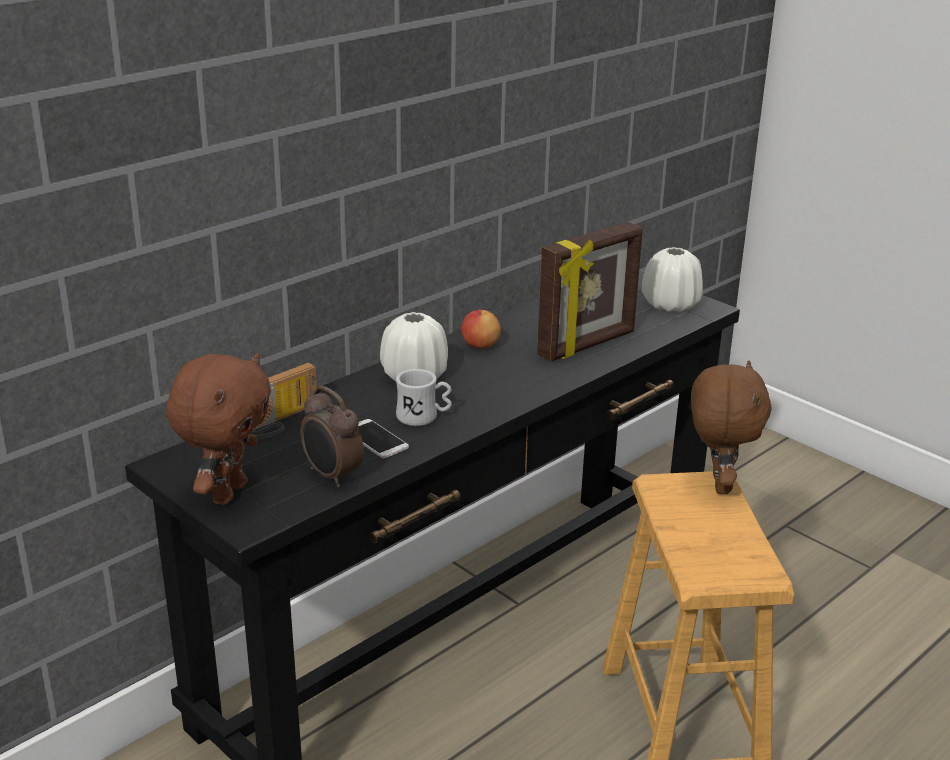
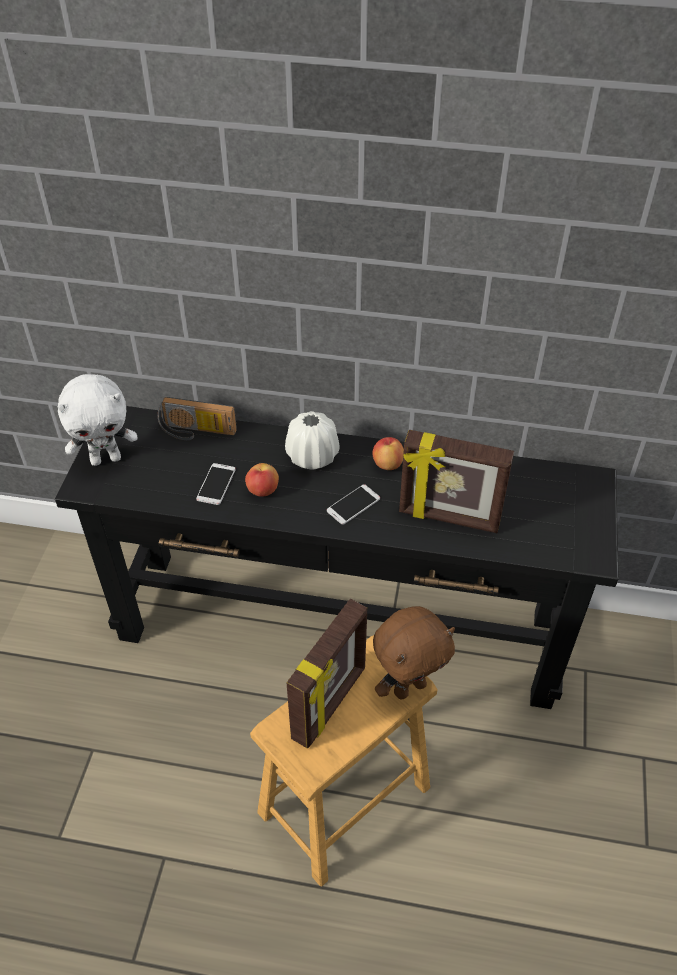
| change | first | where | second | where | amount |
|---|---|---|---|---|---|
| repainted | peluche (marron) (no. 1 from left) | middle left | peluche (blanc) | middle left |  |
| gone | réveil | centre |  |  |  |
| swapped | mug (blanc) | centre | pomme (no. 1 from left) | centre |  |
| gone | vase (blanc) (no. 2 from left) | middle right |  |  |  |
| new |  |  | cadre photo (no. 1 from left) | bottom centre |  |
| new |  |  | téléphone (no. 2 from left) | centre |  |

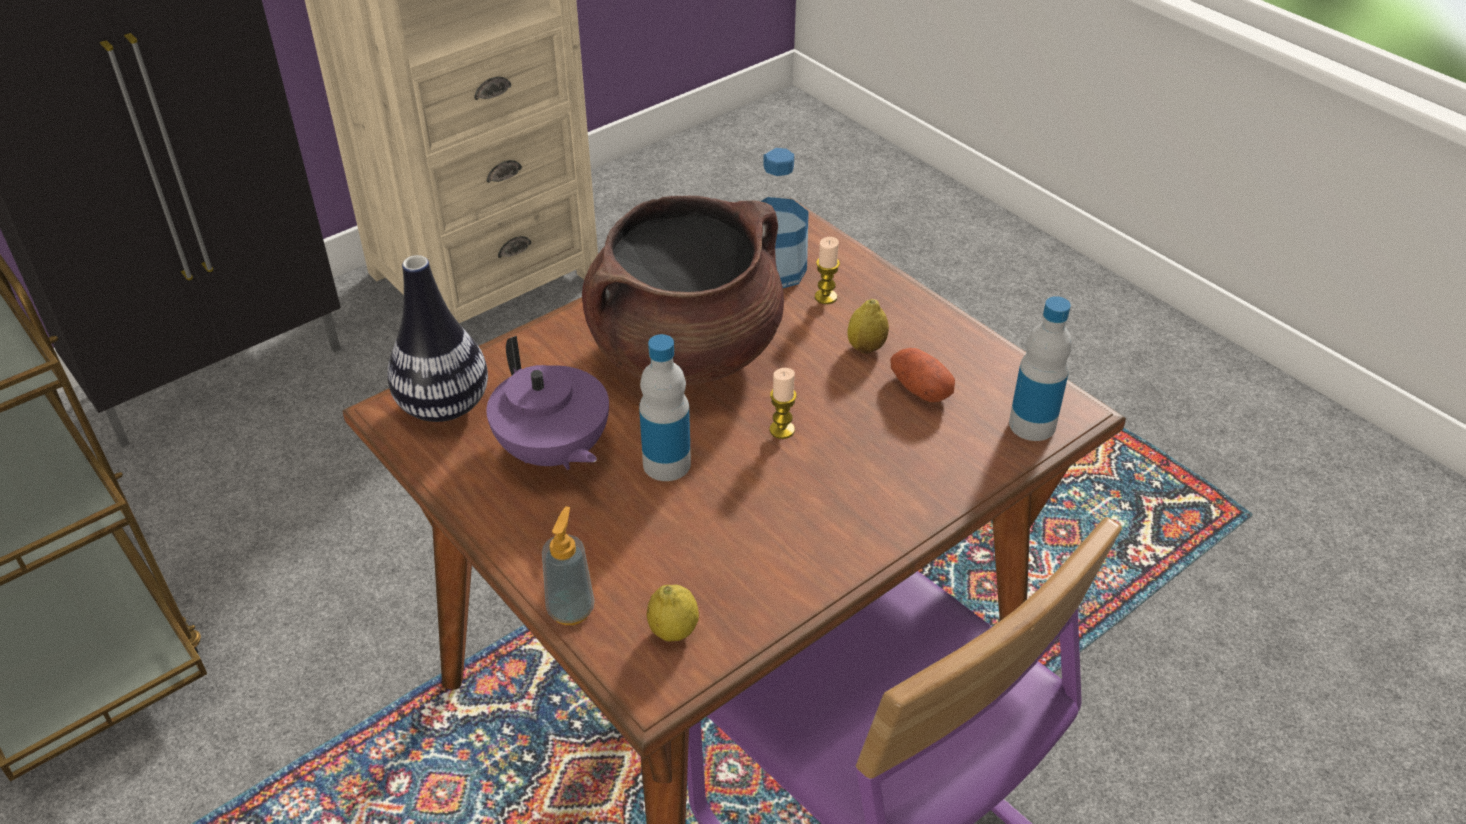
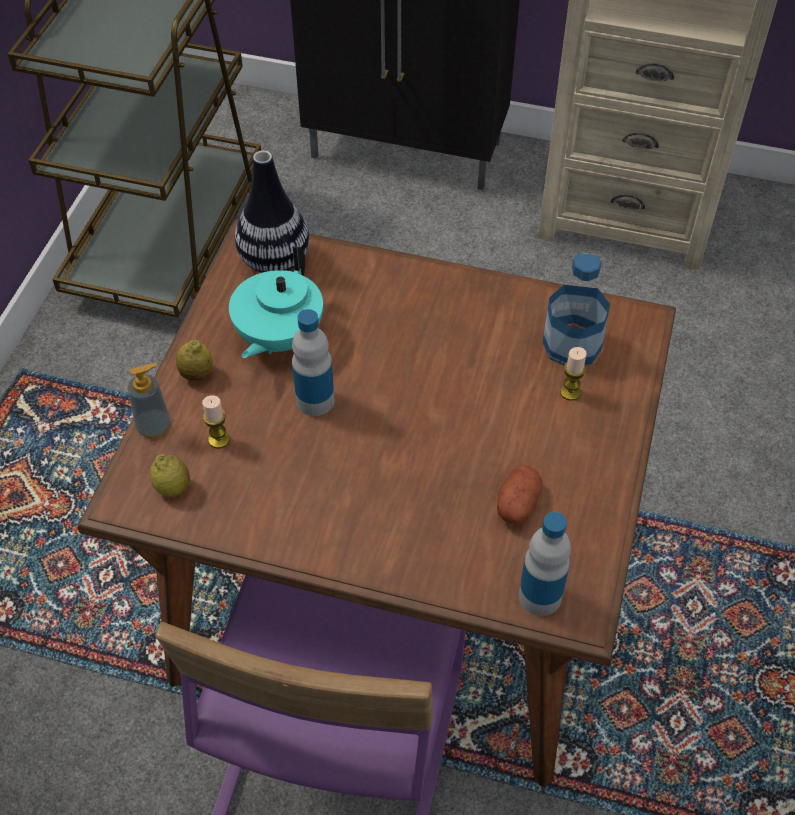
| change | first | where | second | where | amount |
|---|---|---|---|---|---|
| repainted | théière (violet) | centre | théière (turquoise) | centre |  |
| gone | marmite (marron) | centre |  |  |  |
| shifted | bougie (no. 1 from left) | centre |  | middle left |  |
| shifted | citron (no. 2 from left) | centre |  | middle left |  |

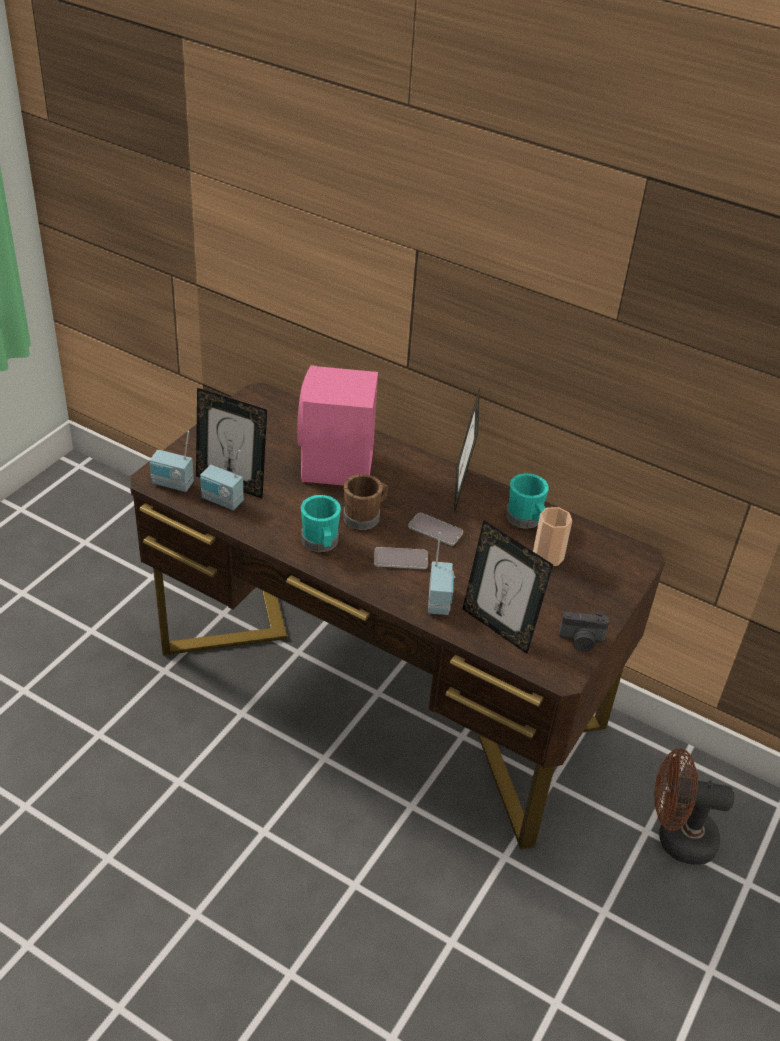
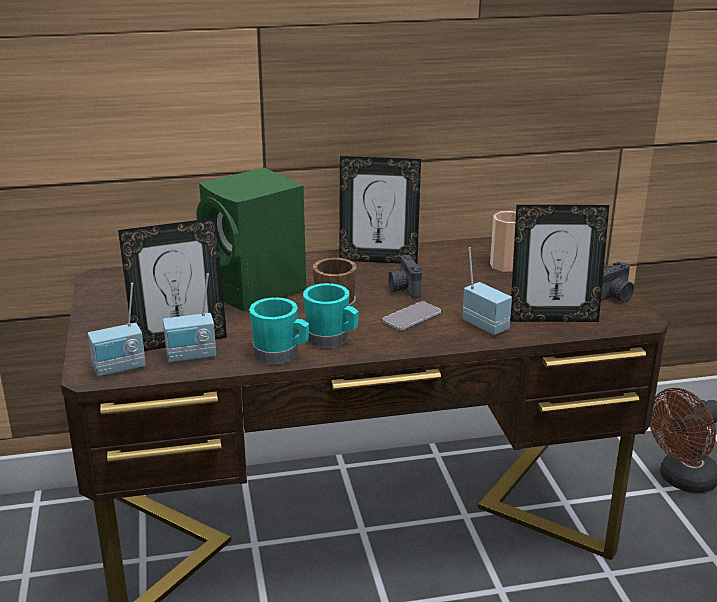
| change | first | where | second | where | amount |
|---|---|---|---|---|---|
| repainted | enceinte (rose) | centre | enceinte (vert) | centre |  |
| swapped | téléphone (no. 2 from left) | centre | appareil photo (no. 1 from left) | centre |  |
| rotated | cadre photo (no. 2 from left) | centre |  | centre | 45 degrees counterclockwise |
| shifted | mug (turquoise) (no. 2 from left in the first image) | middle right | mug (turquoise) (no. 1 from left) | centre |  |

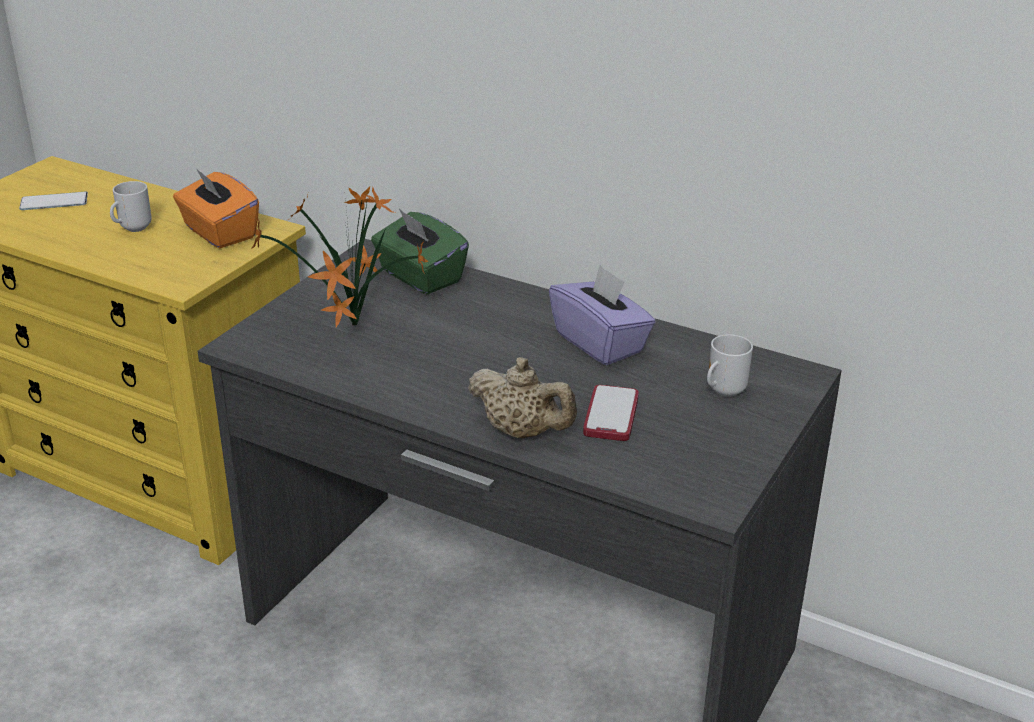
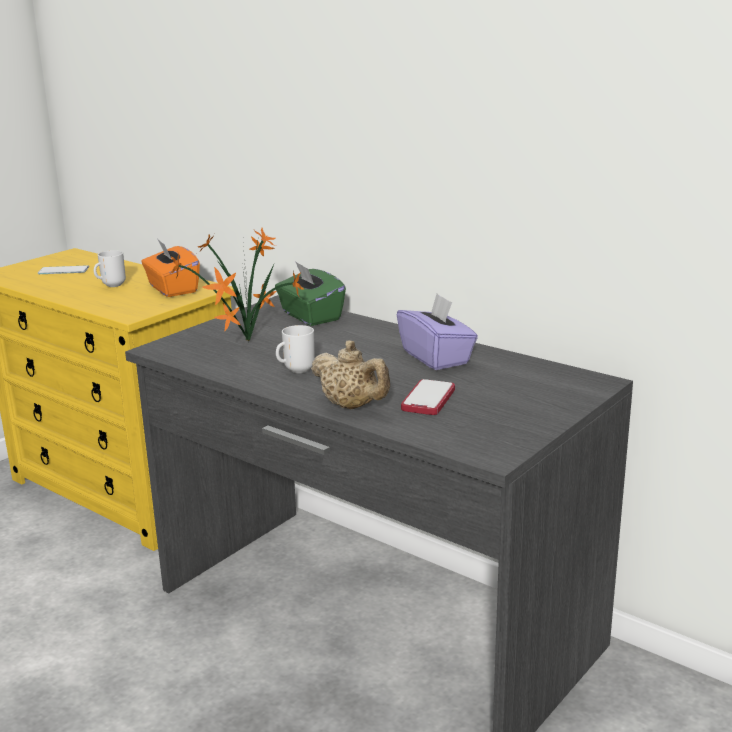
| change | first | where | second | where | amount |
|---|---|---|---|---|---|
| shifted | mug (no. 2 from left) | middle right |  | centre |  |

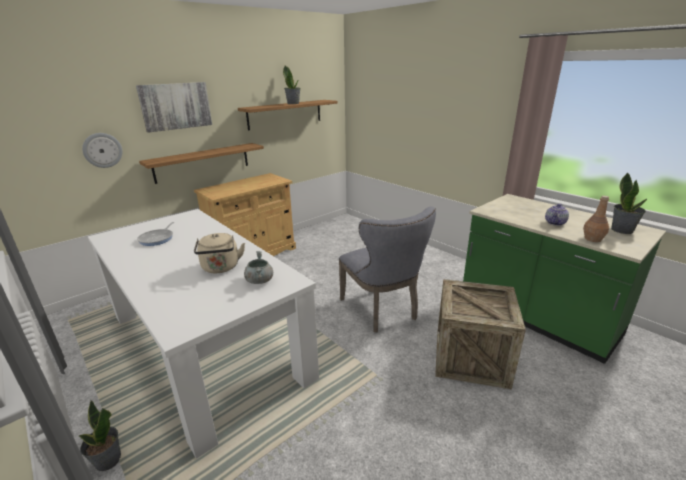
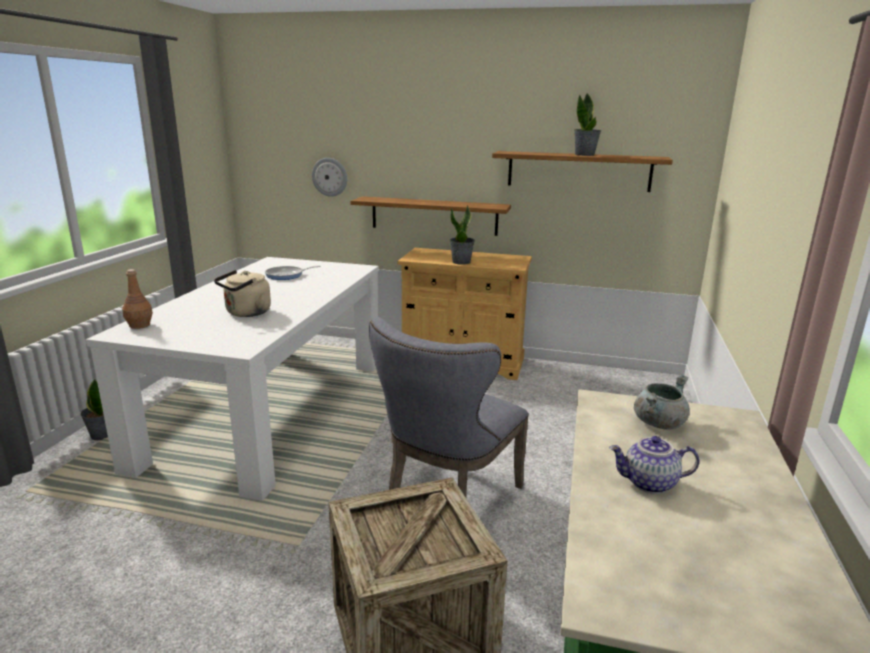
| change | first | where | second | where | amount |
|---|---|---|---|---|---|
| gone | tableau | top left |  |  |  |
| shifted | marmite (gris) | centre |  | middle right |  |
| shifted | bouteille (marron) | middle right |  | middle left |  |
| shifted | plante en pot (no. 3 from left in the first image) | middle right | plante en pot (no. 2 from left) | centre |  |

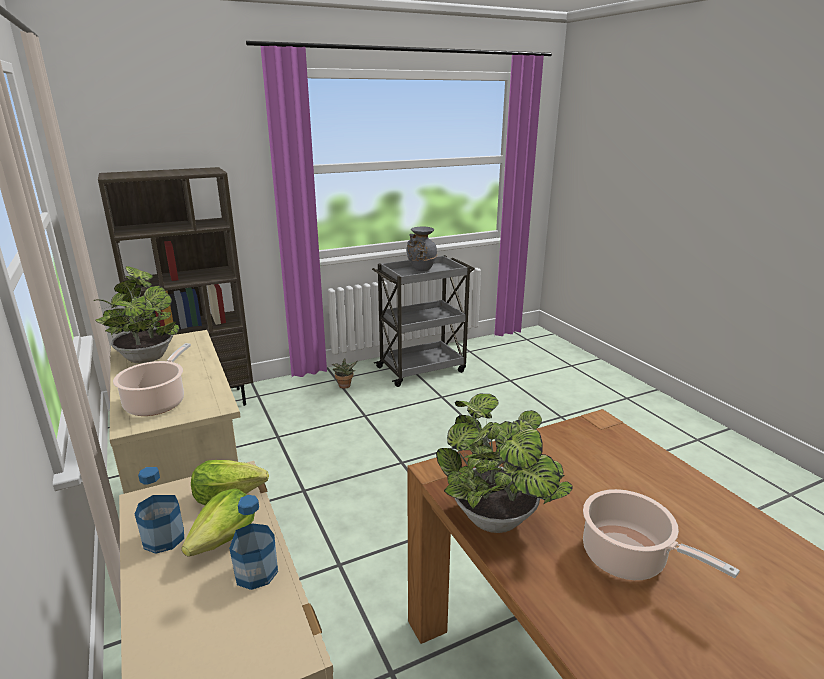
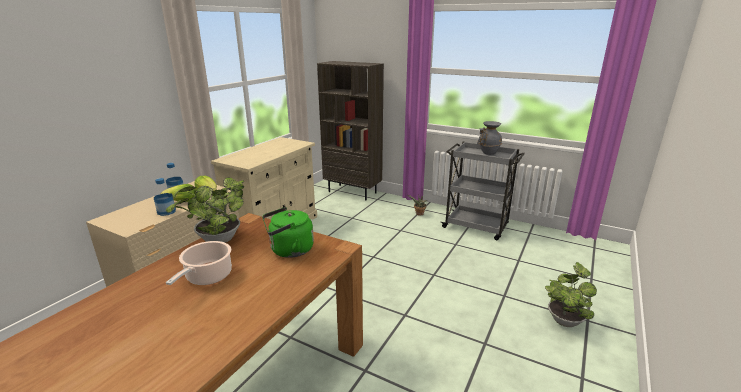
| change | first | where | second | where | amount |
|---|---|---|---|---|---|
| shifted | plante en pot (no. 1 from left in the first image) | middle left | plante en pot (no. 3 from left) | bottom right |  |
| gone | marmite (no. 1 from left) | middle left |  |  |  |
| new |  |  | bouilloire (vert) | centre |  |

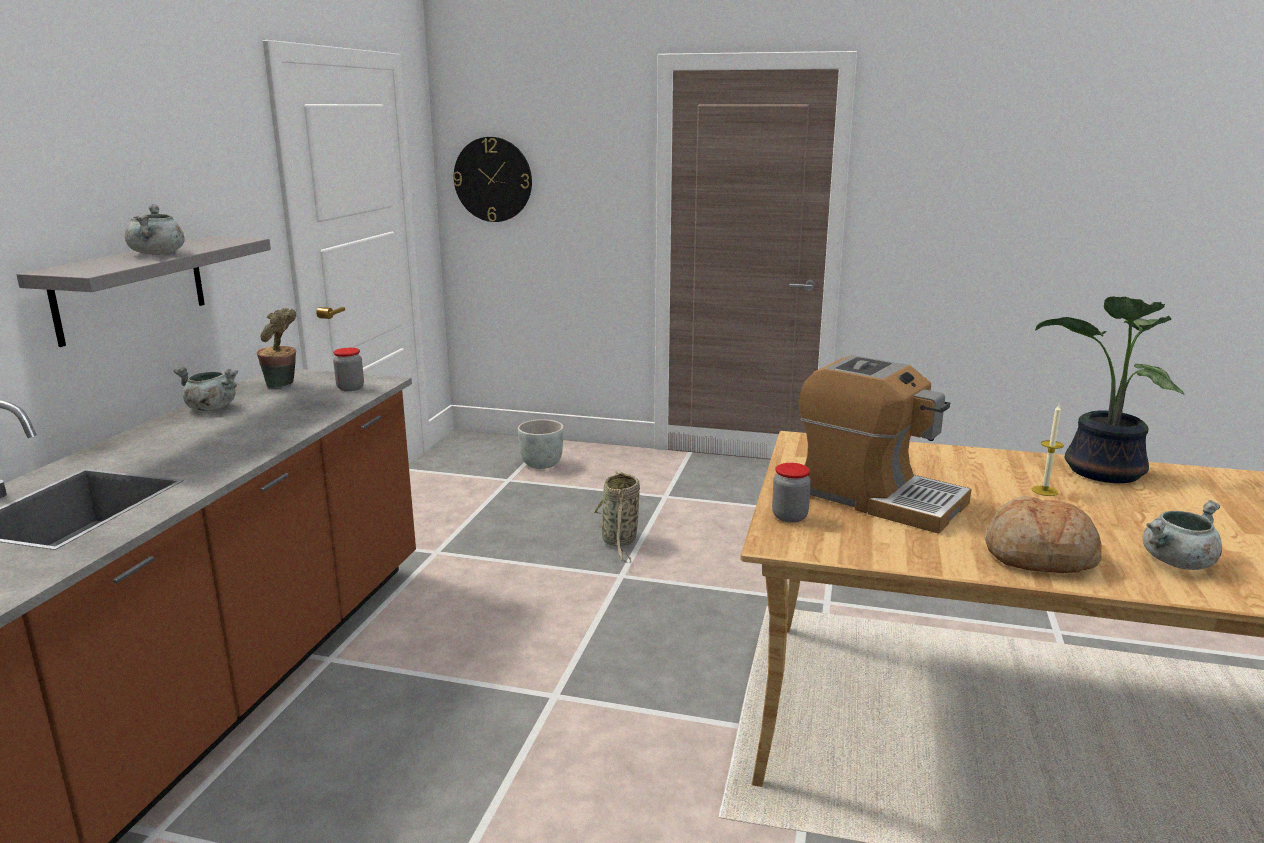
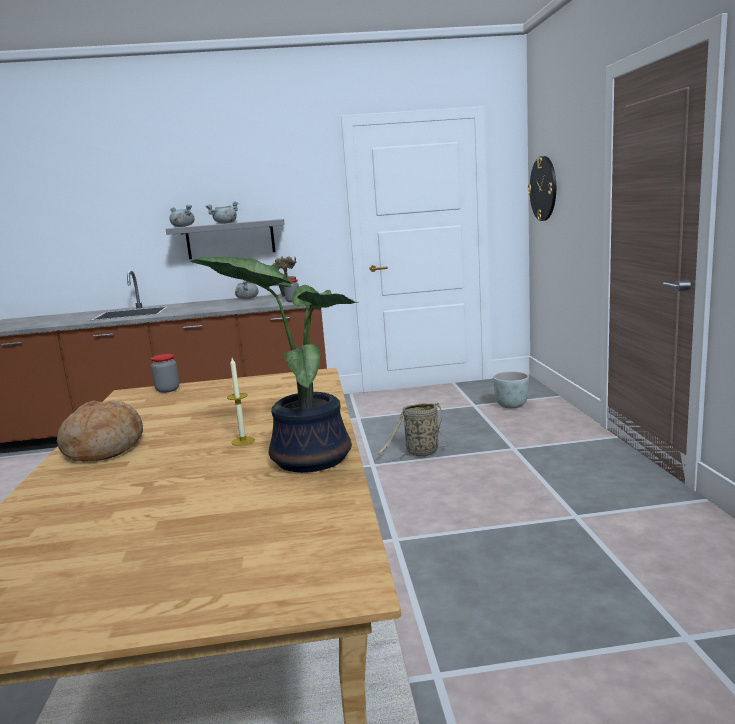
| change | first | where | second | where | amount |
|---|---|---|---|---|---|
| gone | machine à café | middle right |  |  |  |
| shifted | marmite (gris) (no. 3 from left in the first image) | middle right | marmite (gris) (no. 1 from left) | top left |  |

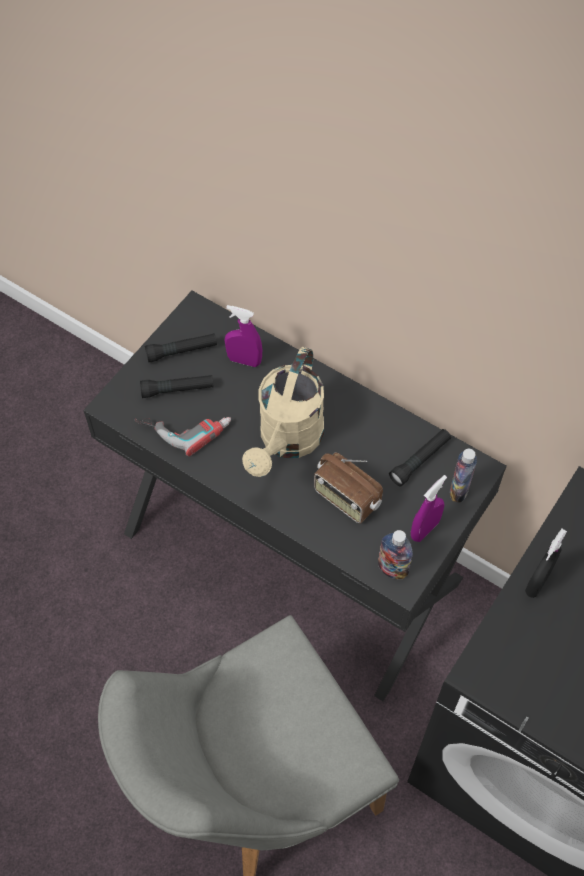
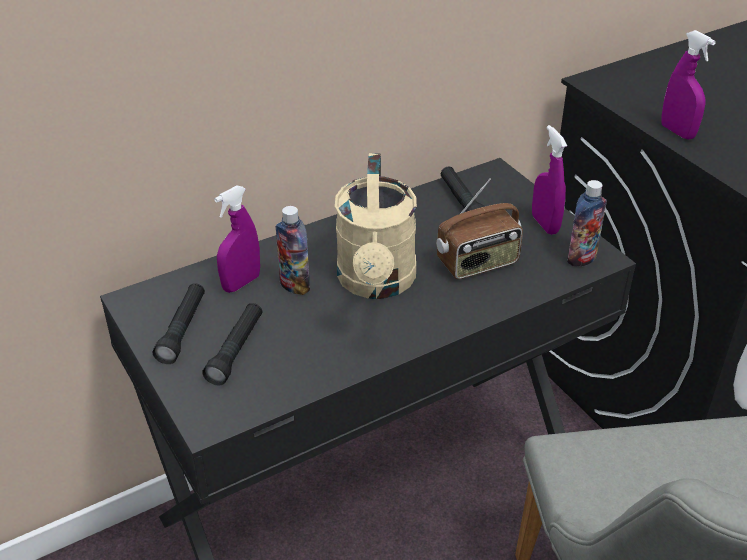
| change | first | where | second | where | amount |
|---|---|---|---|---|---|
| gone | perceuse | middle left |  |  |  |
| rotated | arrosoir (beige) | centre |  | centre | 45 degrees clockwise |
| shifted | bouteille (no. 2 from left in the first image) | middle right | bouteille (no. 1 from left) | centre |  |
| repainted | vaporisateur (noir) | middle right | vaporisateur (violet) (no. 3 from left) | top right |  |

